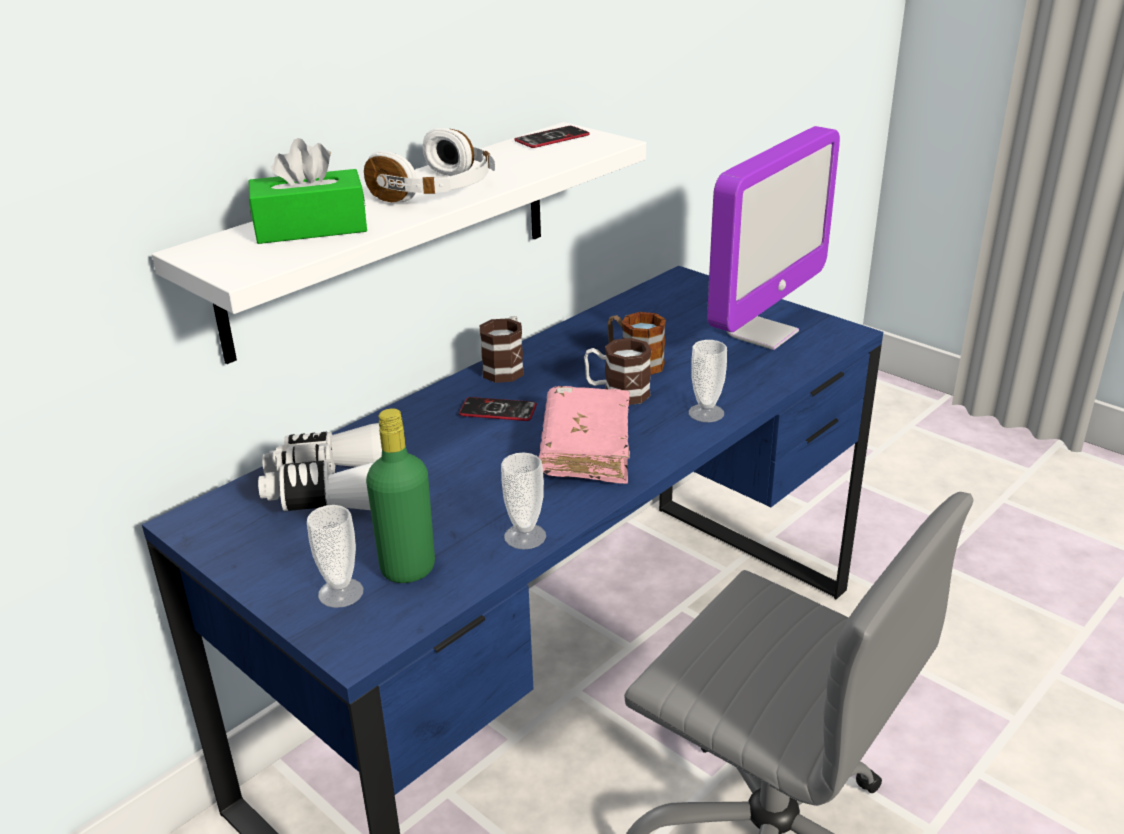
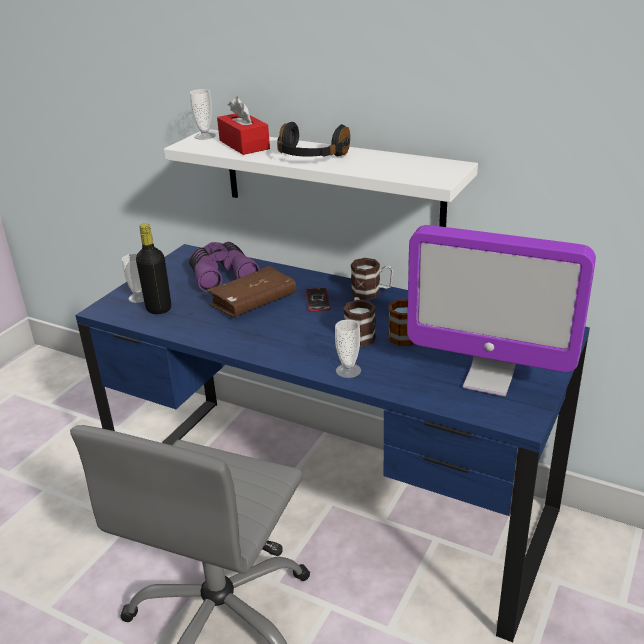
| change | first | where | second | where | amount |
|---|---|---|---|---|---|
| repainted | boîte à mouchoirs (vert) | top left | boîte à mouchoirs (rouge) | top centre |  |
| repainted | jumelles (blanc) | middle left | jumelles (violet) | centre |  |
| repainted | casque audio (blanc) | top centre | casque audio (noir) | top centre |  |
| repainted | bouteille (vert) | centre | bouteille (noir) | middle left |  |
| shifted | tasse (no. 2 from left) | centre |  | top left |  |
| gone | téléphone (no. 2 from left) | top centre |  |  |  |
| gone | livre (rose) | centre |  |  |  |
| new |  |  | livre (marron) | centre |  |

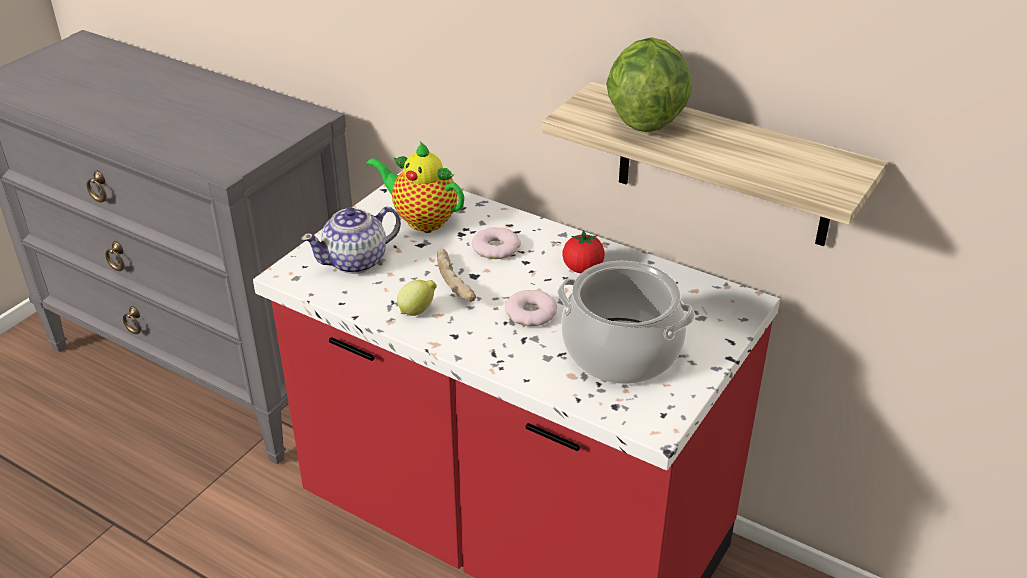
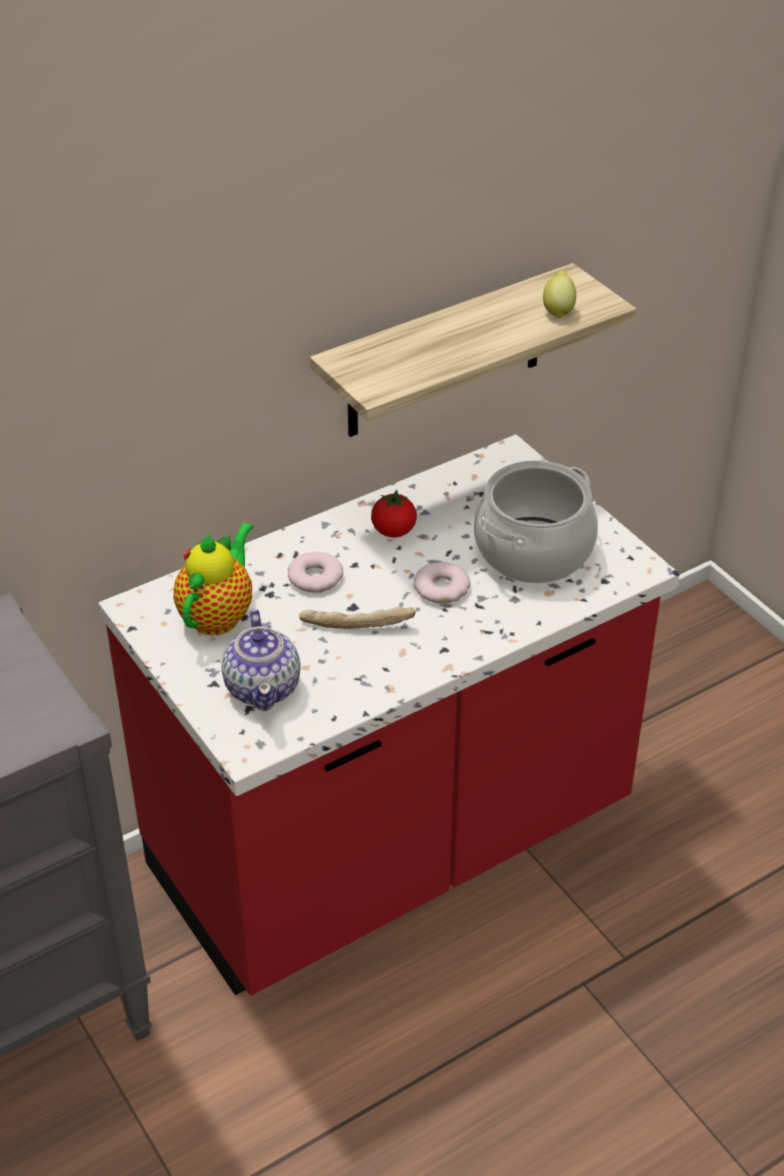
| change | first | where | second | where | amount |
|---|---|---|---|---|---|
| rotated | théière (no. 2 from left in the first image) | top centre | théière (no. 1 from left) | middle left | 150 degrees clockwise |
| shifted | citron | centre |  | top right |  |
| gone | laitue | top centre |  |  |  |

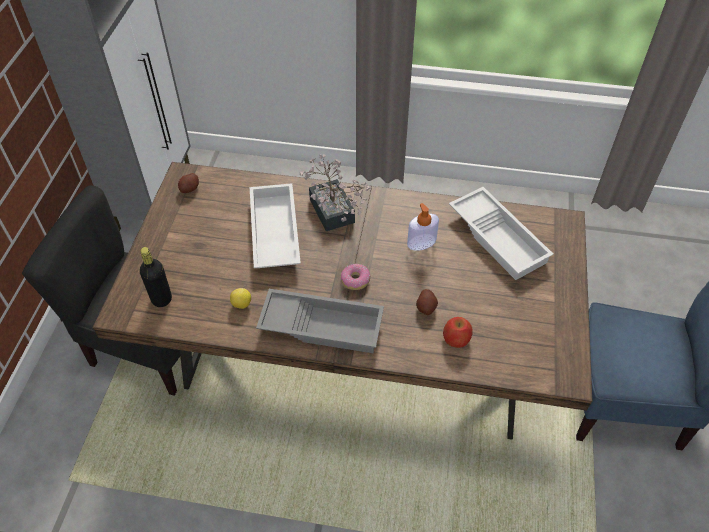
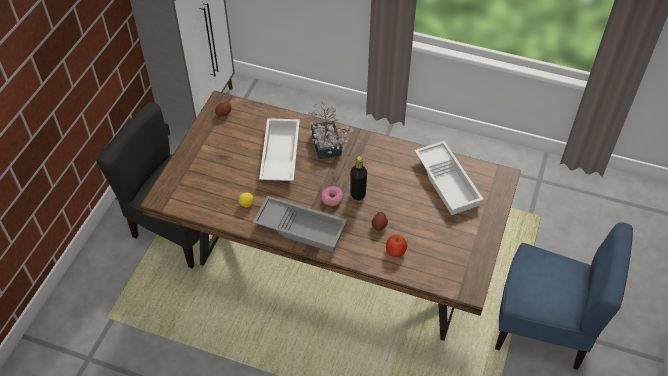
| change | first | where | second | where | amount |
|---|---|---|---|---|---|
| shifted | bouteille (noir) | middle left |  | centre |  |
| gone | distributeur de savon | centre |  |  |  |

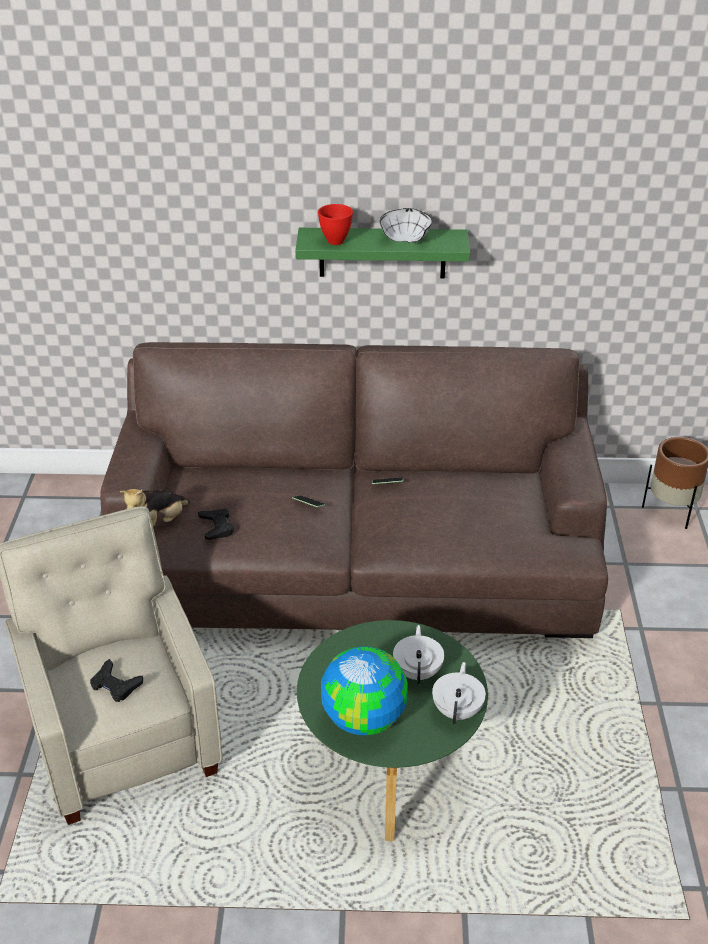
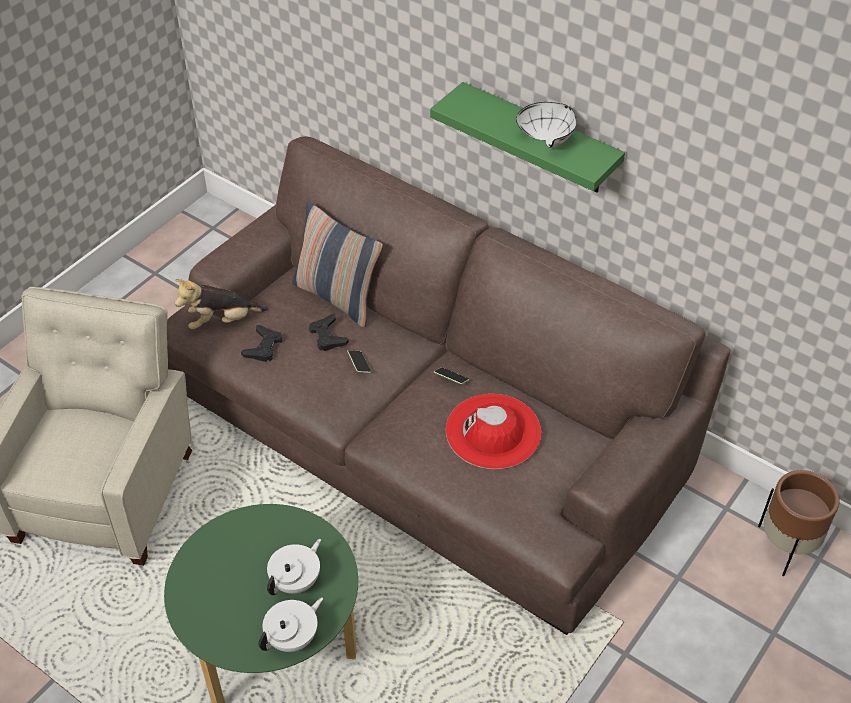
| change | first | where | second | where | amount |
|---|---|---|---|---|---|
| shifted | manette (noir) (no. 1 from left in the first image) | bottom left | manette (noir) (no. 2 from left) | centre |  |
| gone | bol (rouge) | top centre |  |  |  |
| gone | globe | bottom centre |  |  |  |
| new |  |  | coussin | centre |  |
| new |  |  | chapeau (rouge) | centre |  |

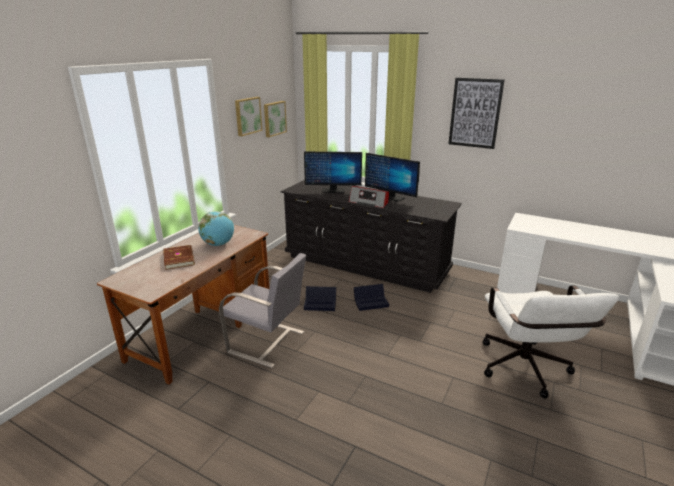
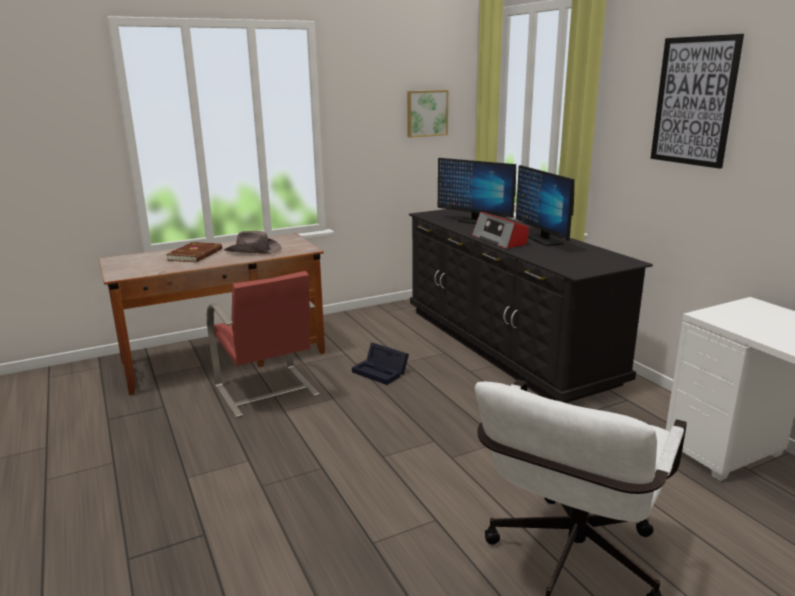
| change | first | where | second | where | amount |
|---|---|---|---|---|---|
| swapped | globe | middle left | chapeau (marron) | middle left |  |
| repainted | chaise (gris) | centre | chaise (rouge) | middle left |  |
| gone | tableau (no. 1 from left) | top centre |  |  |  |
| gone | boîte de rangement (noir) (no. 2 from left) | centre |  |  |  |

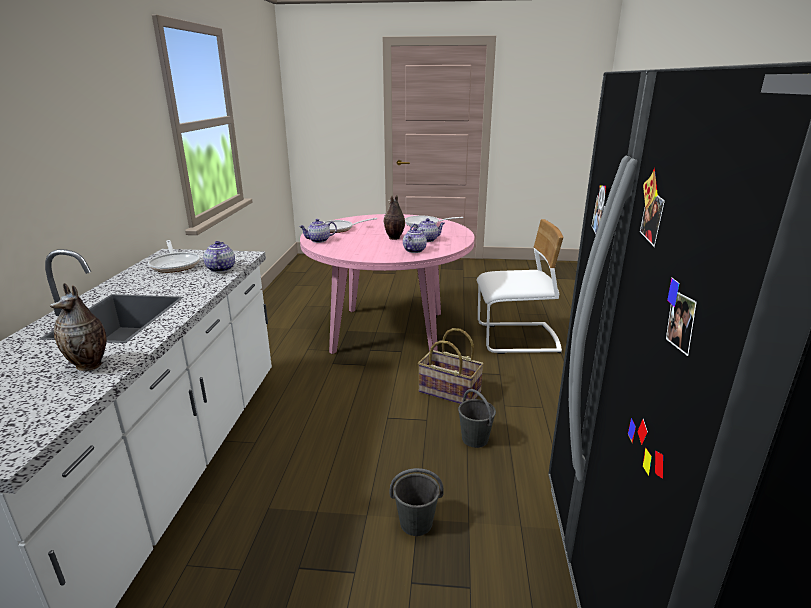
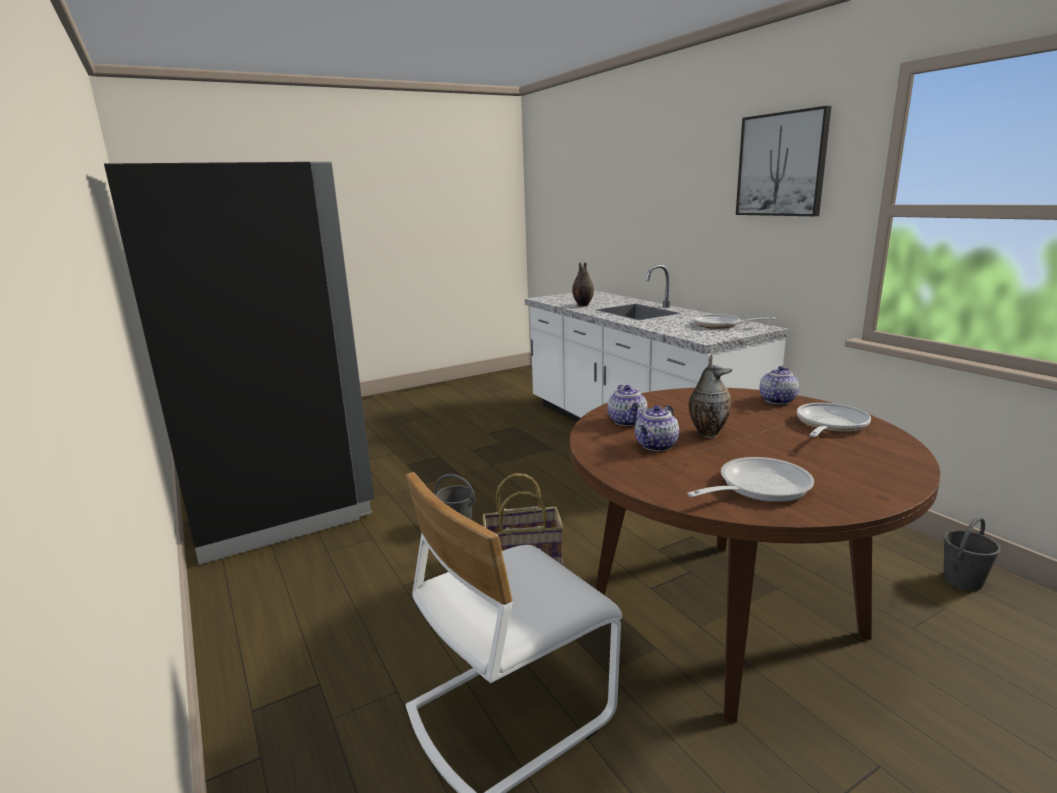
| change | first | where | second | where | amount |
|---|---|---|---|---|---|
| gone | théière (no. 1 from left) | middle left |  |  |  |
| repainted | table à manger (rose) | centre | table à manger (marron) | bottom right |  |
| shifted | seau (gris) (no. 1 from left in the first image) | bottom centre | seau (gris) (no. 2 from left) | bottom right |  |
| new |  |  | tableau | top right |  |

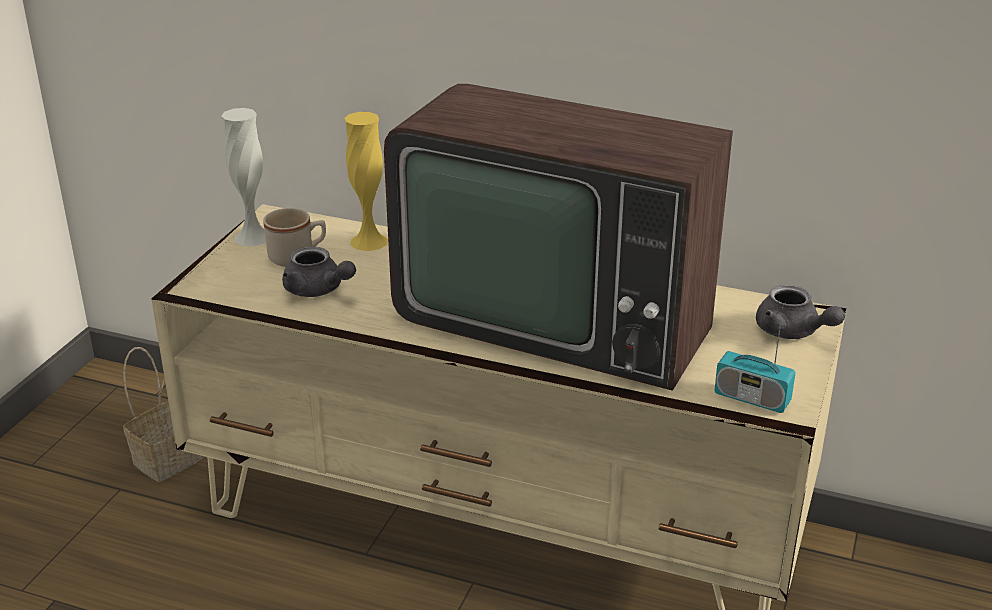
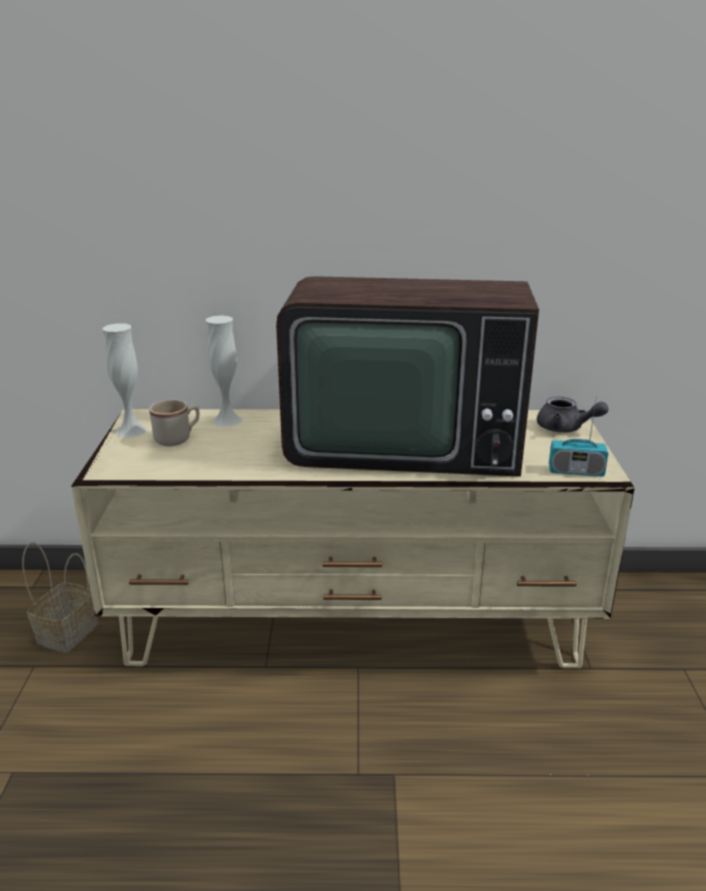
| change | first | where | second | where | amount |
|---|---|---|---|---|---|
| gone | théière (gris) (no. 1 from left) | middle left |  |  |  |
| repainted | vase (jaune) | top centre | vase (blanc) (no. 2 from left) | middle left |  |

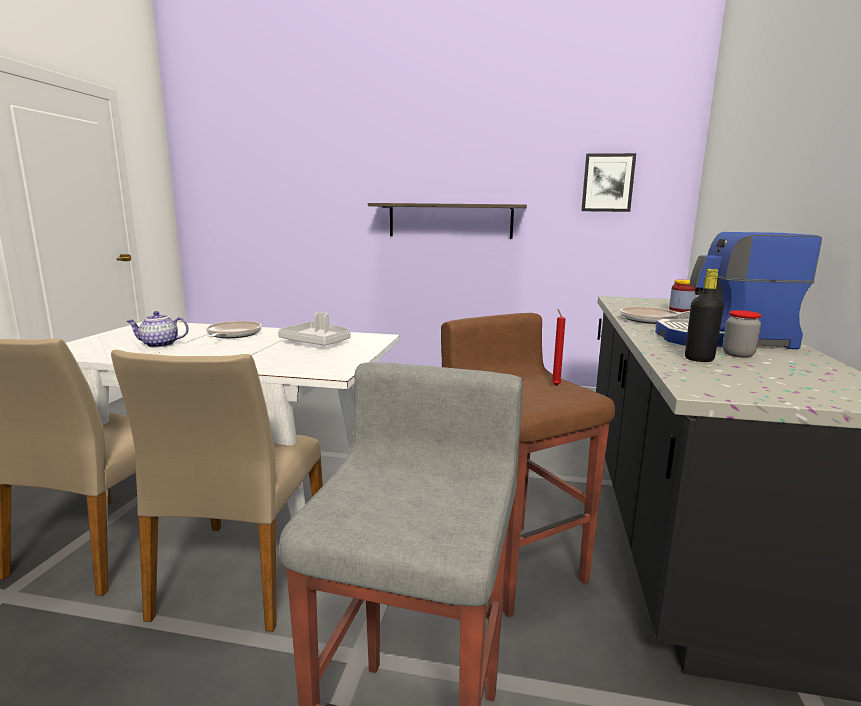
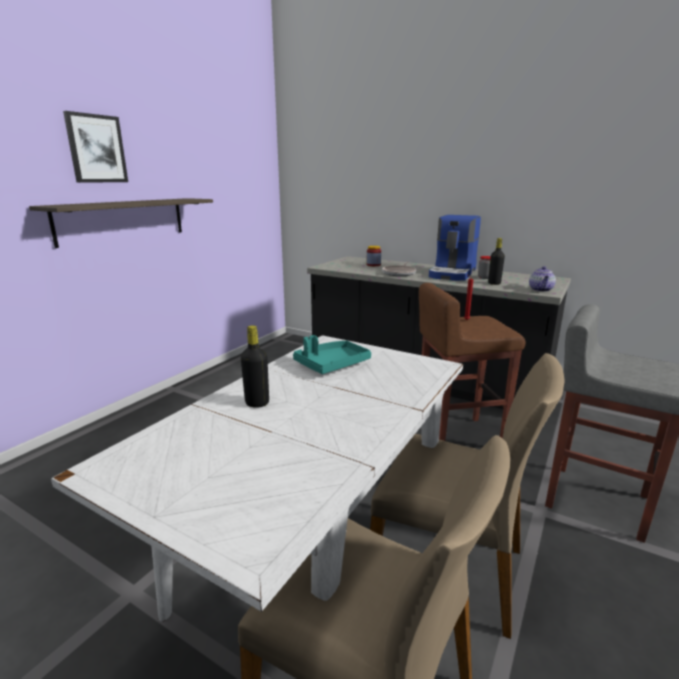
| change | first | where | second | where | amount |
|---|---|---|---|---|---|
| shifted | théière | middle left |  | middle right |  |
| swapped | poêle (no. 1 from left) | middle left | bouteille (noir) (no. 1 from left) | centre |  |
| repainted | plateau (gris) | centre | plateau (turquoise) | centre |  |
| shifted | tableau | top right |  | top left |  |

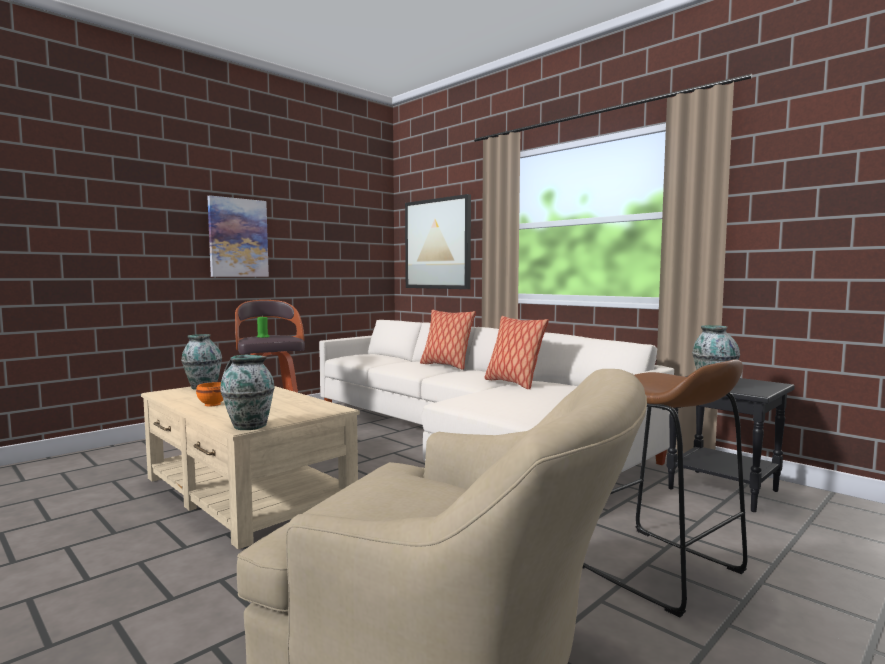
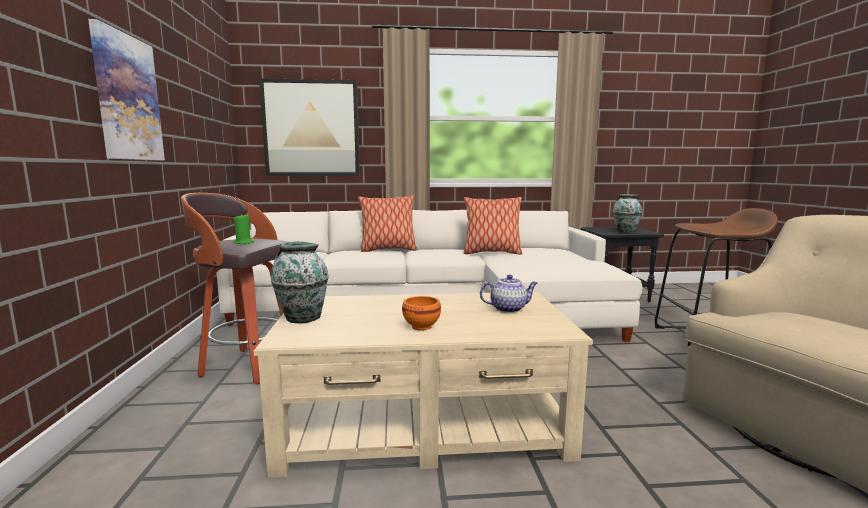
| change | first | where | second | where | amount |
|---|---|---|---|---|---|
| gone | vase (no. 2 from left) | middle left |  |  |  |
| new |  |  | théière | centre |  |

